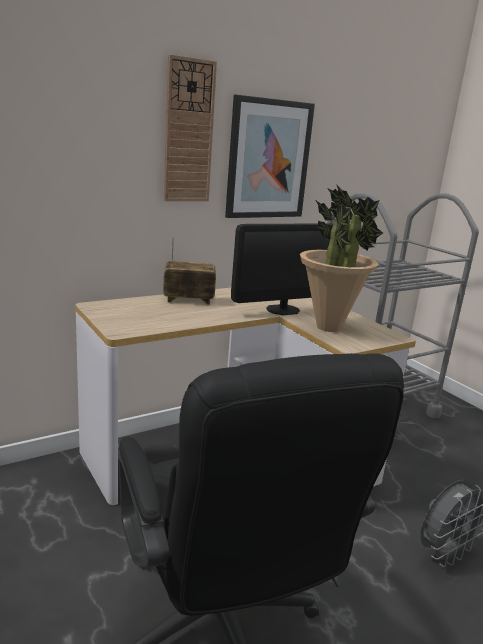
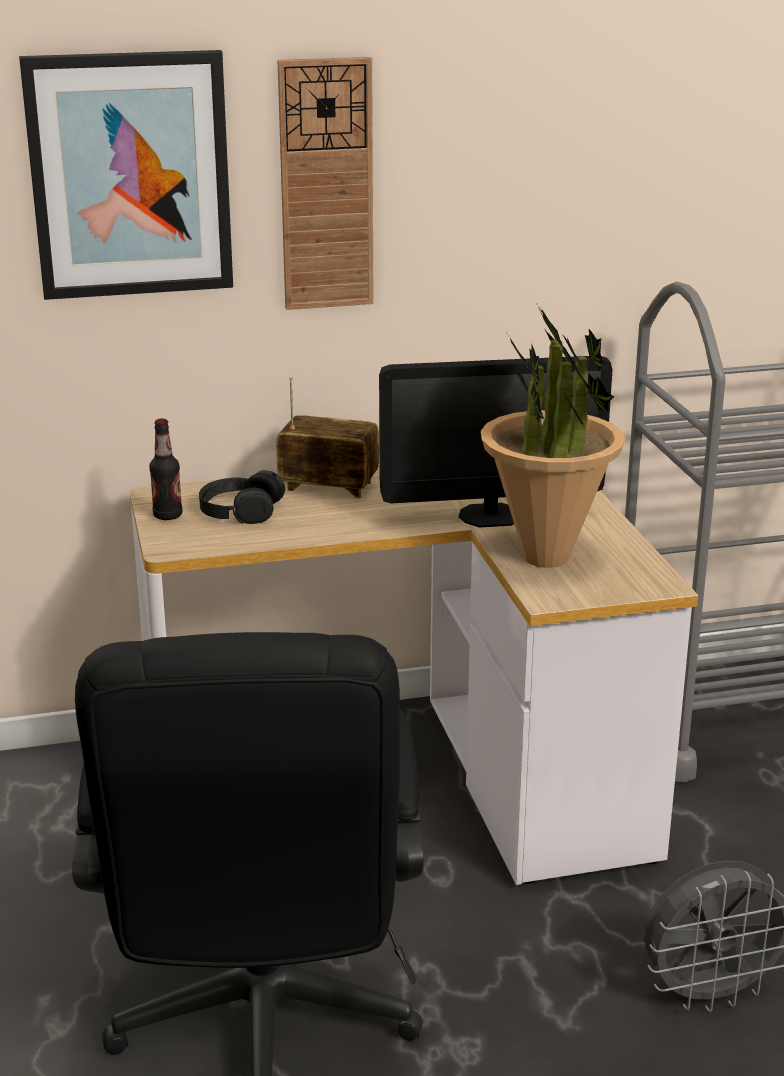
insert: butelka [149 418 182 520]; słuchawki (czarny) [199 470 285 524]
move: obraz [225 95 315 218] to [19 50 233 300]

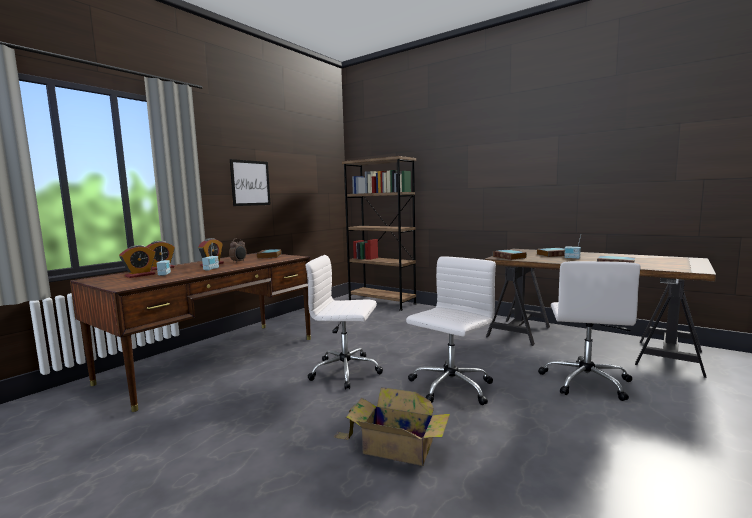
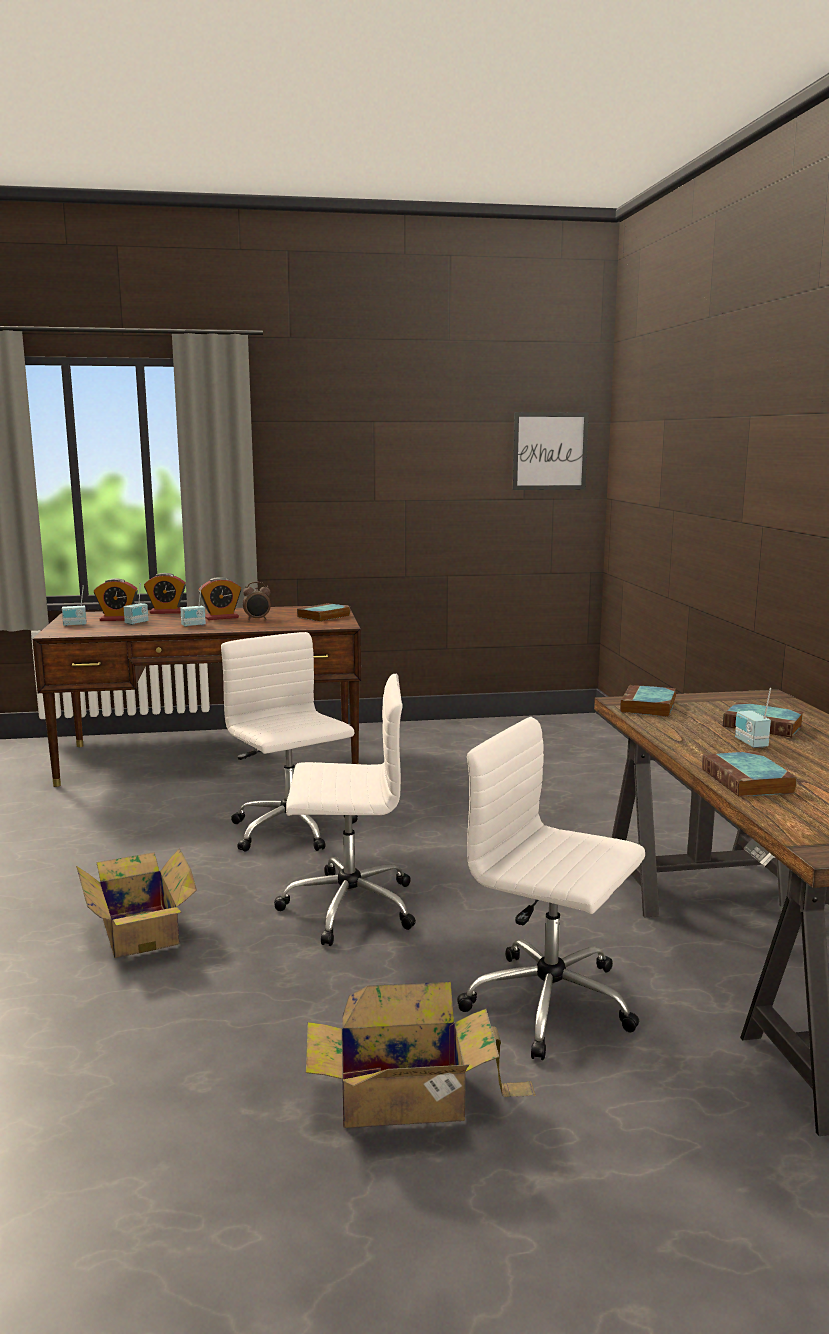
delete: regał (brązowy) [342 156 417 311]
insert: radio [62 585 87 626]; karton [306 982 536 1128]
move: obraz [230 159 271 206] to [512 412 589 490]
rotate: krzesło biurowe (biały) [538 261 641 401] = [457 717 645 1060] 60 degrees clockwise

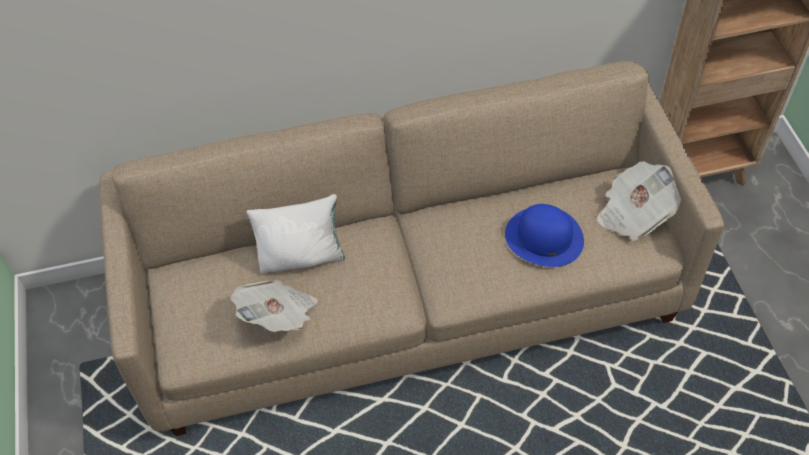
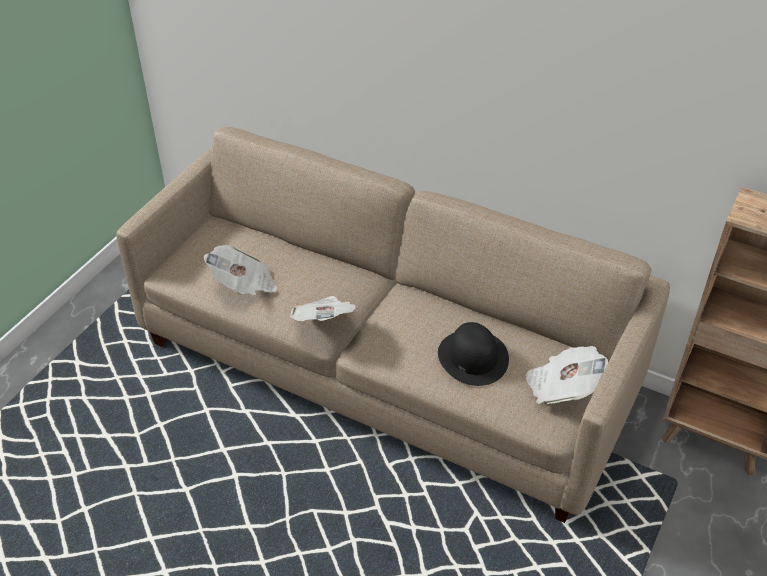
delete: poduszka (biały) [246 194 345 274]
insert: gazeta [290 296 357 321]
recolor: kapelusz (niebieski) [505 204 584 267] to kapelusz (czarny) [438 322 509 386]

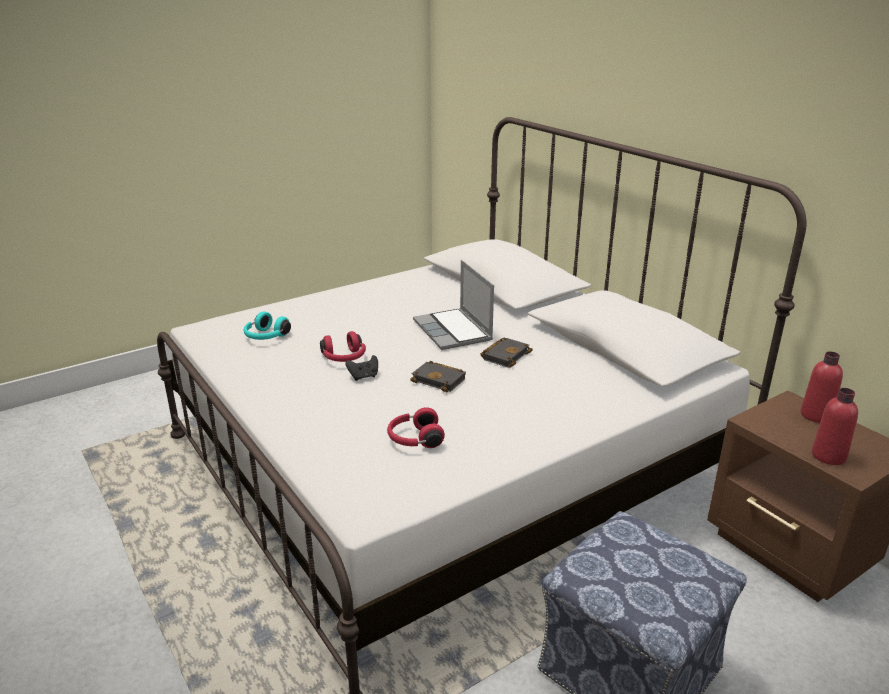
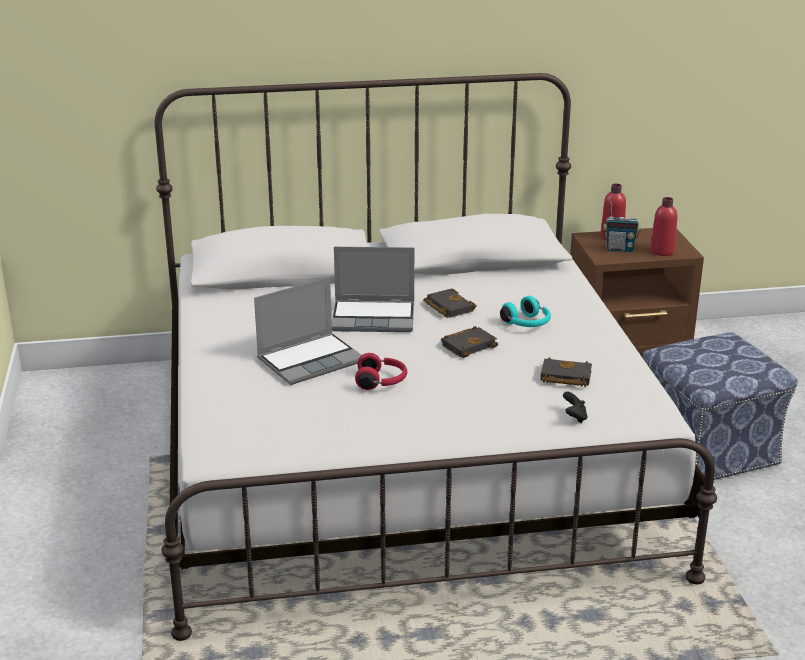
insert: laptop [254 277 362 385]; radio [603 201 641 252]
move: słuchawki (turkusowy) [244 311 291 340] to [500 296 551 327]; pad do gier (czarny) [345 355 378 381] to [563 392 587 423]
replace: słuchawki (czerwony) [387 407 445 448] to książka (czarny) [540 357 592 387]

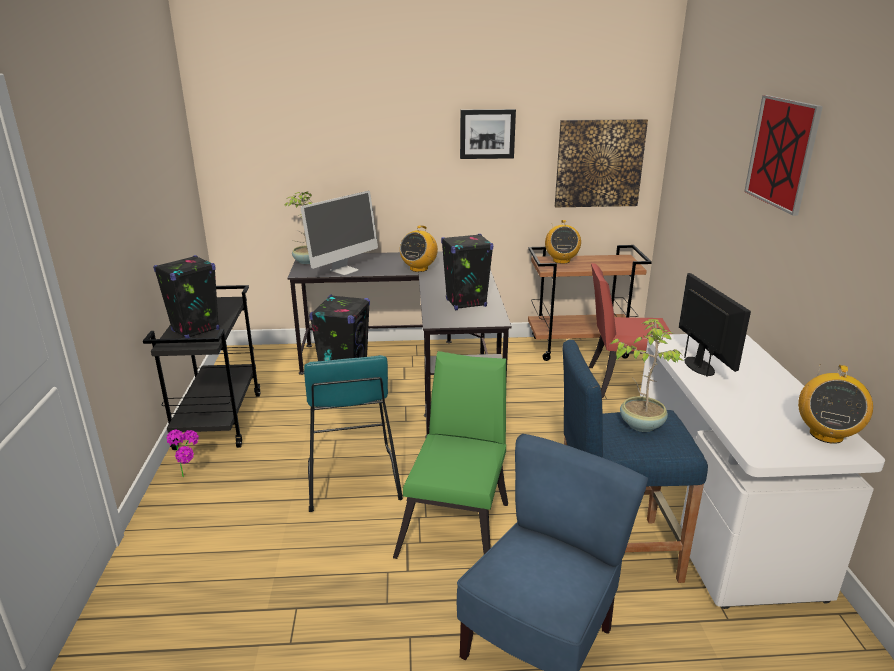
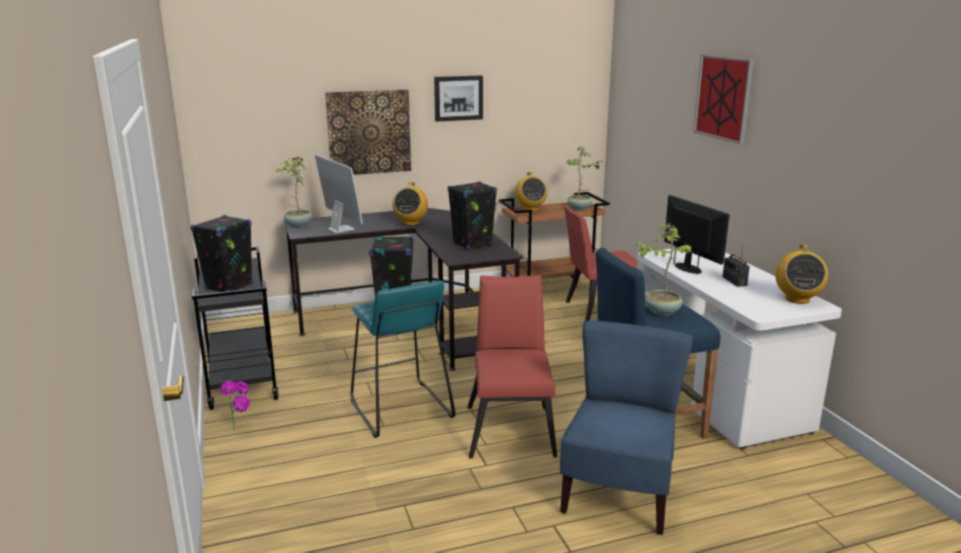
insert: roślina doniczkowa [566 146 603 210]; radio [723 244 750 287]
move: obraz [555 119 648 207] to [325 90 411 175]
recolor: krzesło (zielony) [393 351 508 559] to krzesło (czerwony) [468 275 557 458]
rotate: monitor [300 191 378 275] = [315 155 363 233] 60 degrees counterclockwise

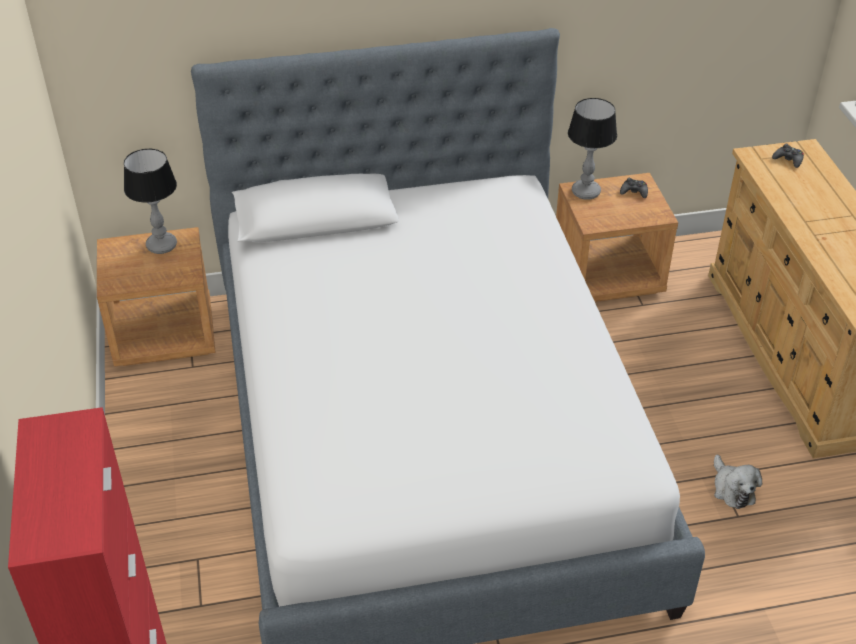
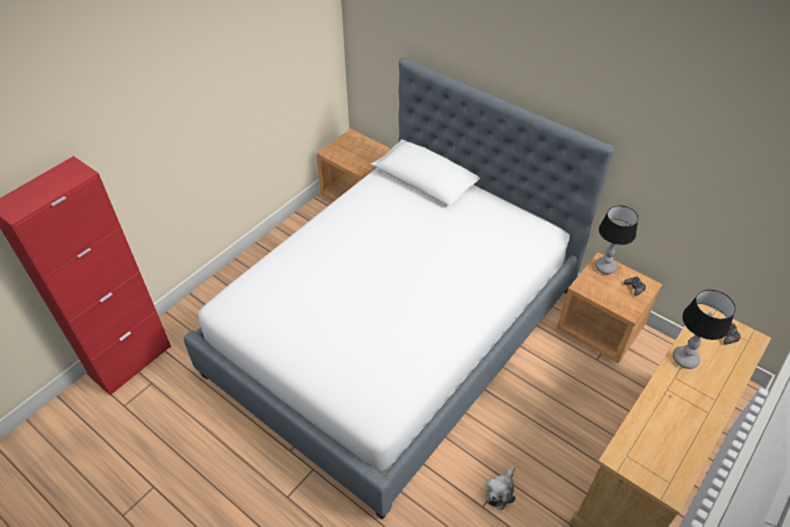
move: lampa stołowa [124 149 177 254] to [673 290 736 369]

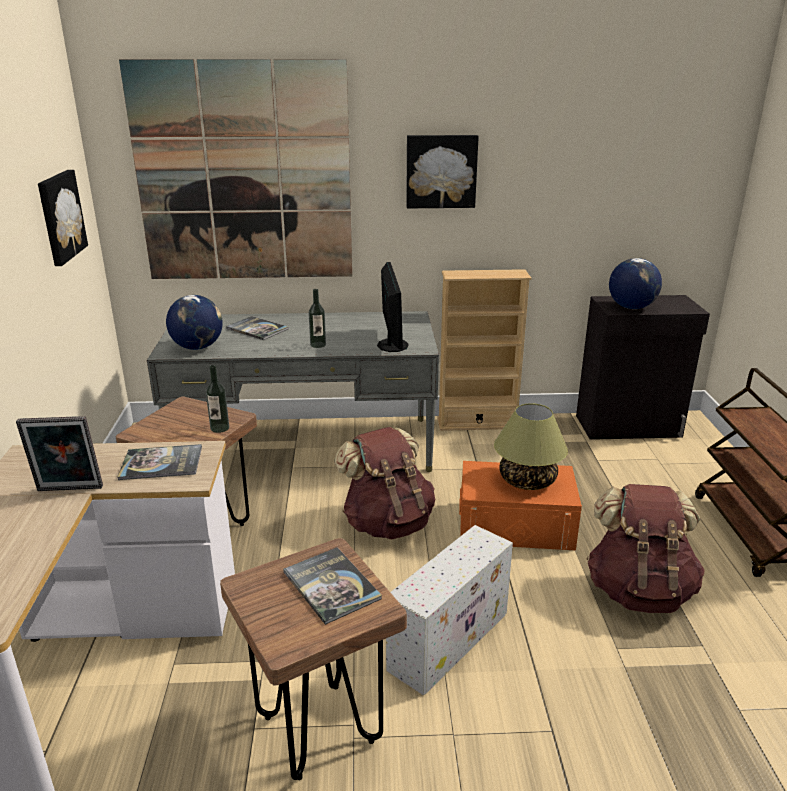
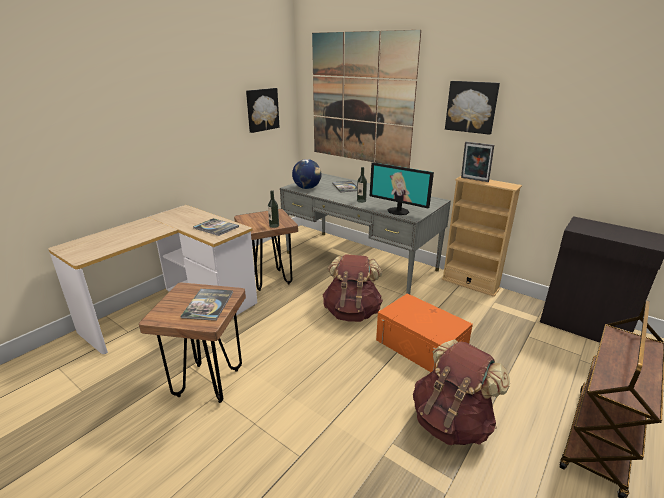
delete: pojemnik do przechowywania (biały) [386 525 513 696]; lampa stołowa [494 403 568 490]; globus [609 258 662 309]
move: ramka na zdjęcie [16 416 103 491] to [461 142 494 182]
rotate: monitor [377 262 409 352] = [370 162 434 215] 90 degrees clockwise

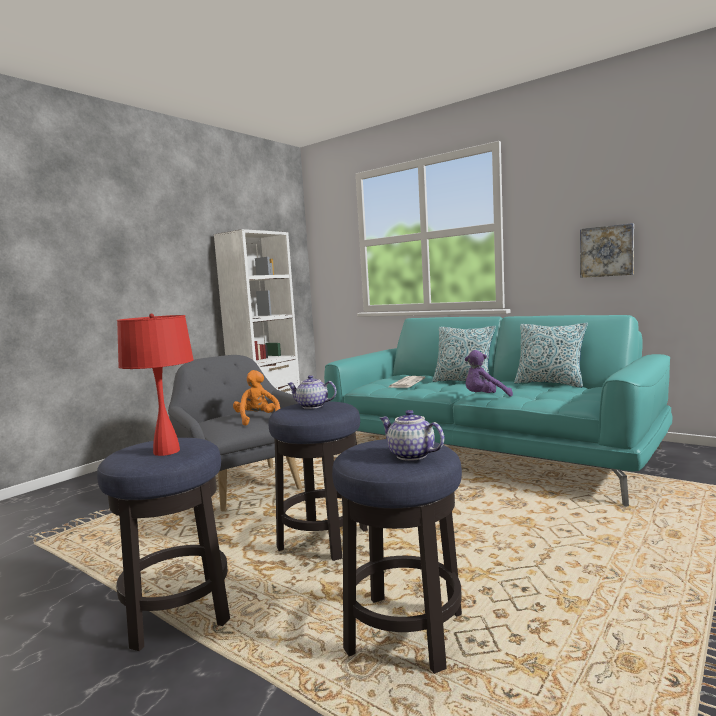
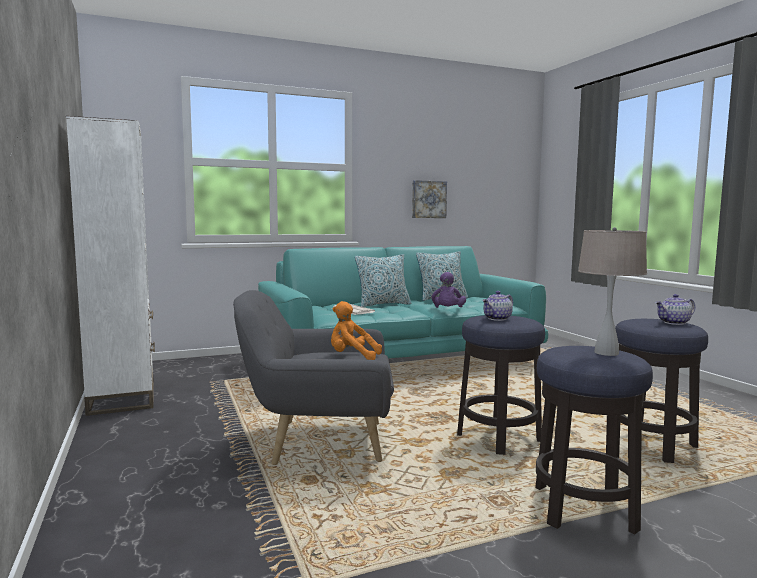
recolor: lampa stołowa (czerwony) [117 314 194 456] to lampa stołowa (beżowy) [578 227 647 356]

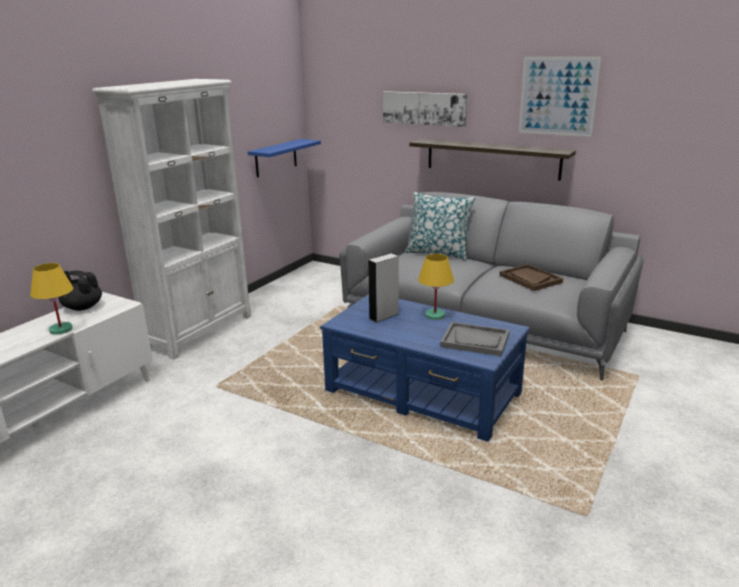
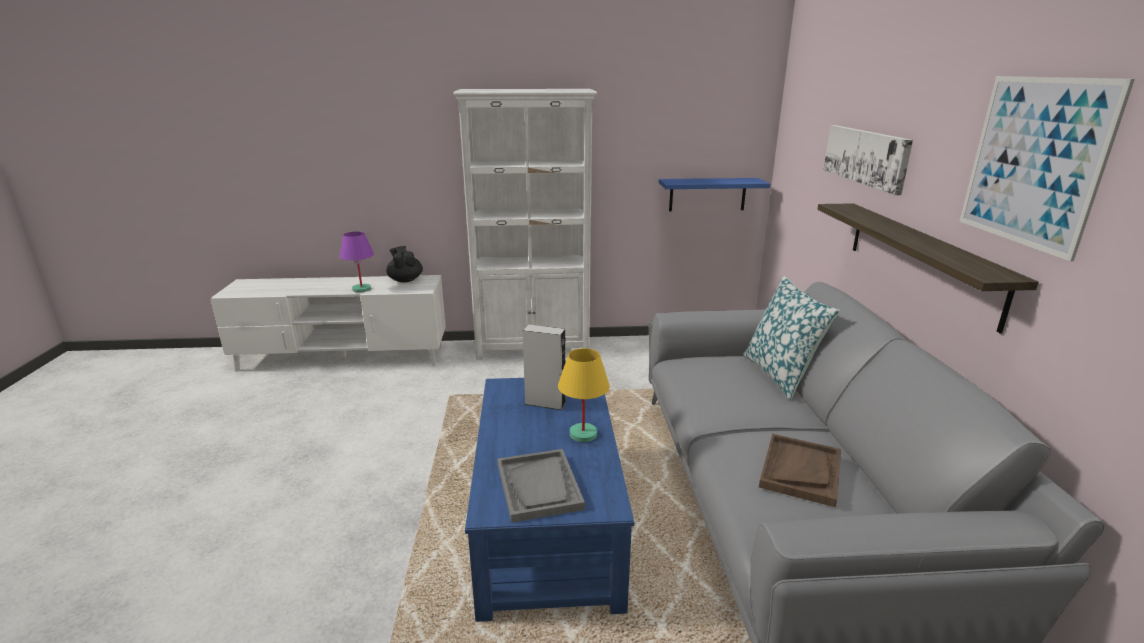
recolor: lampa stołowa (żółty) [30 263 73 335] to lampa stołowa (fioletowy) [340 232 374 292]

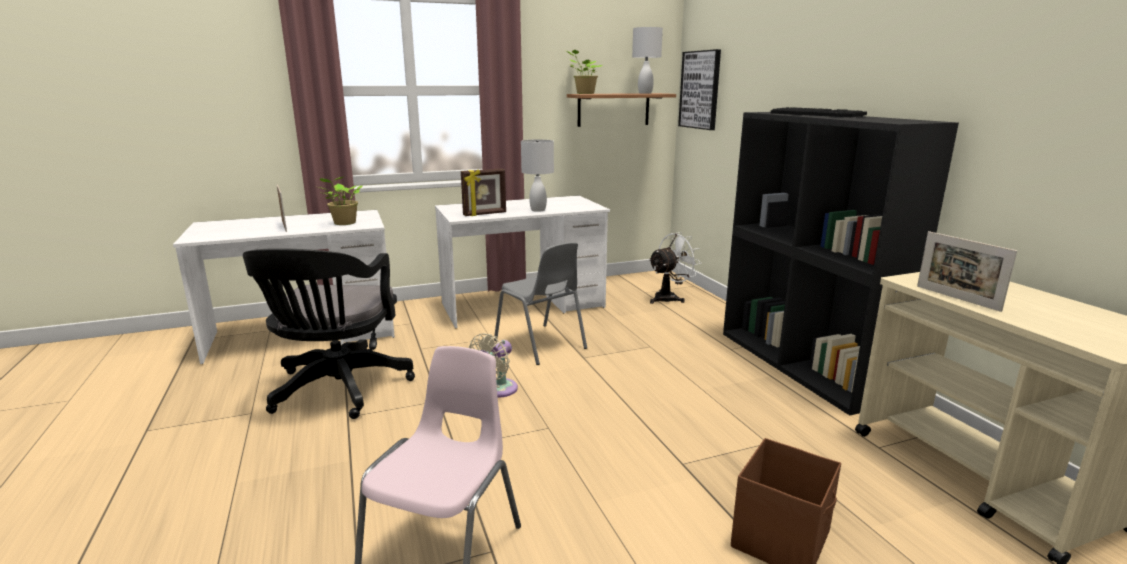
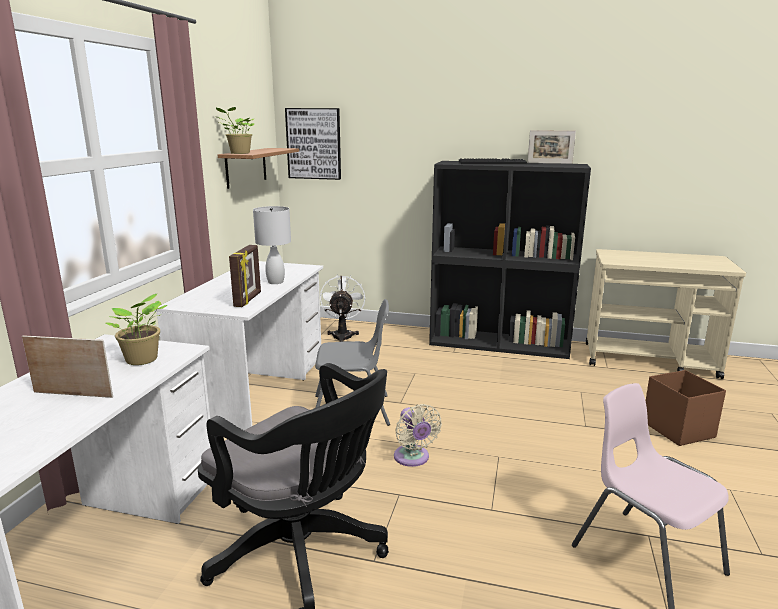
delete: lampa stołowa (biały) [632 27 663 94]
move: ramka na zdjęcie [917 231 1017 312] to [528 130 576 164]

